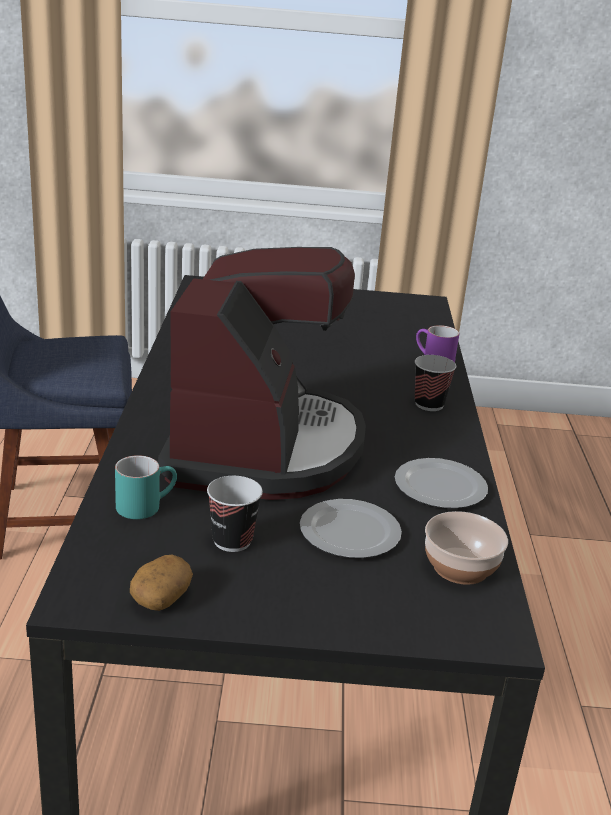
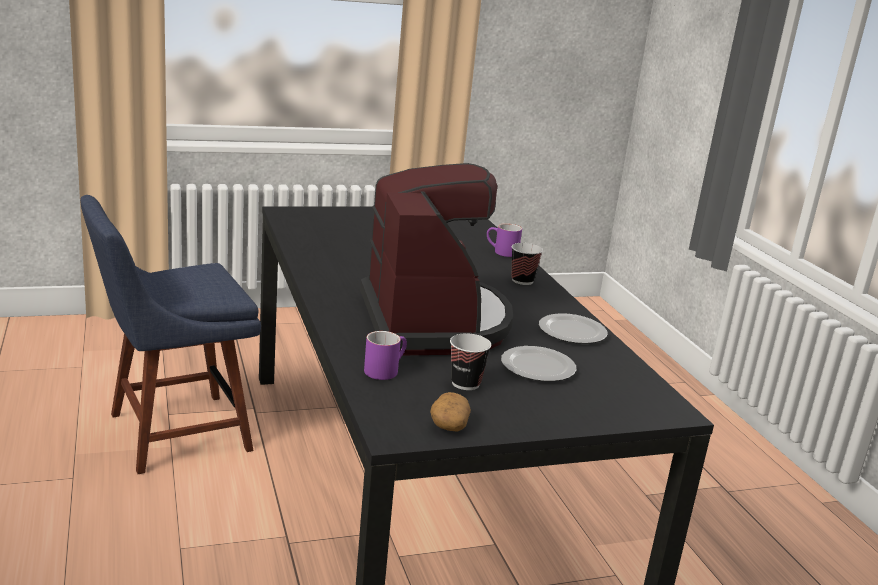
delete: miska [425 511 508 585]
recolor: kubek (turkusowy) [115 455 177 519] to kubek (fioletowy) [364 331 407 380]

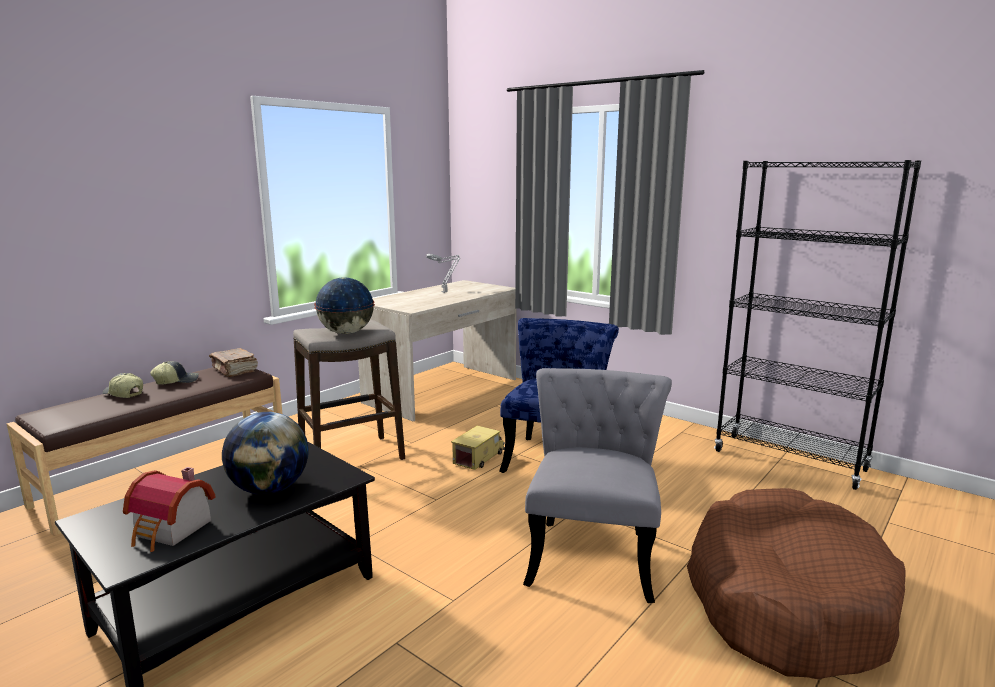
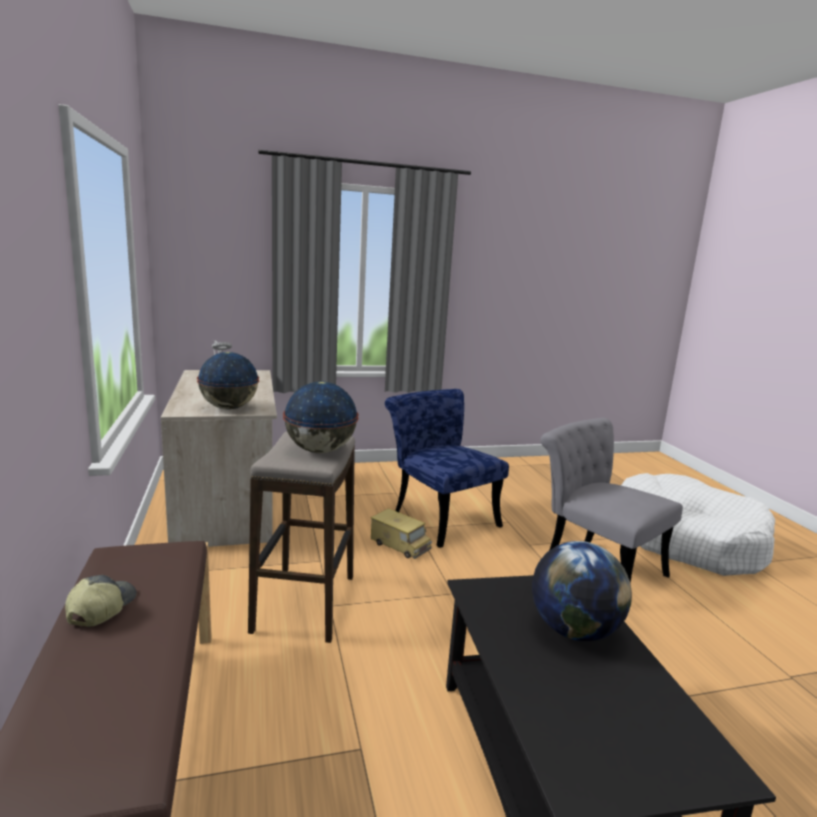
delete: czapka z daszkiem [102 373 143 398]; domek [123 467 216 552]; książka (brązowy) [209 348 258 377]; regał (czarny) [714 160 921 490]
insert: globus [197 352 259 409]
recolor: legowisko (brązowy) [687 488 906 679] to legowisko (biały) [621 473 775 576]
rotate: ciężarówka zabawkowa [451 425 505 470] = [370 508 432 559] 150 degrees clockwise

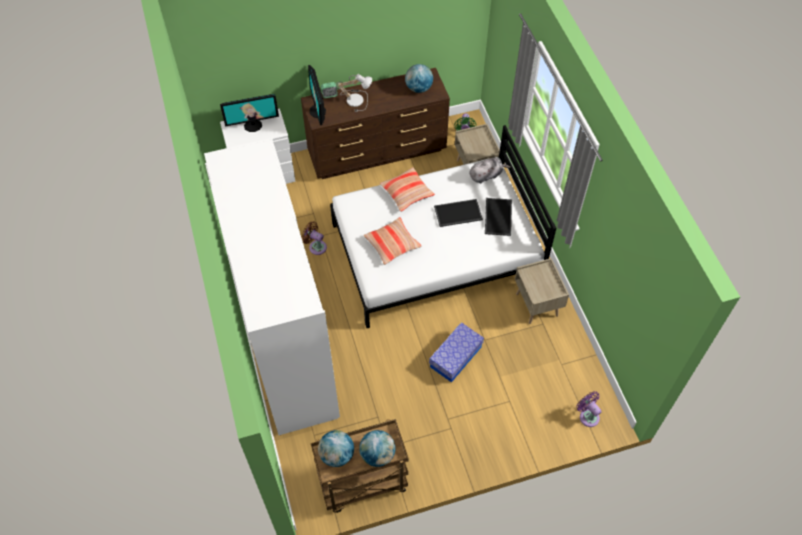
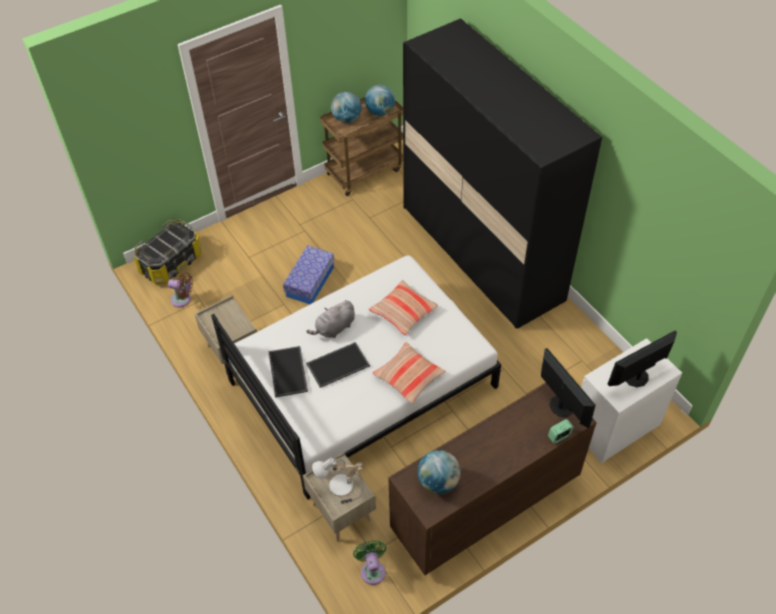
move: wentylator (brązowy) [302 221 327 255] to [168 273 193 307]; lampa stołowa [336 74 372 112] to [312 458 364 504]; pluszak (szary) [470 158 510 184] to [306 300 355 338]
replace: wentylator (fioletowy) [576 391 602 427] to pojemnik do przechowywania [133 219 202 285]
recolor: szafa (biały) [204 138 340 435] to szafa (czarny) [403 18 602 329]

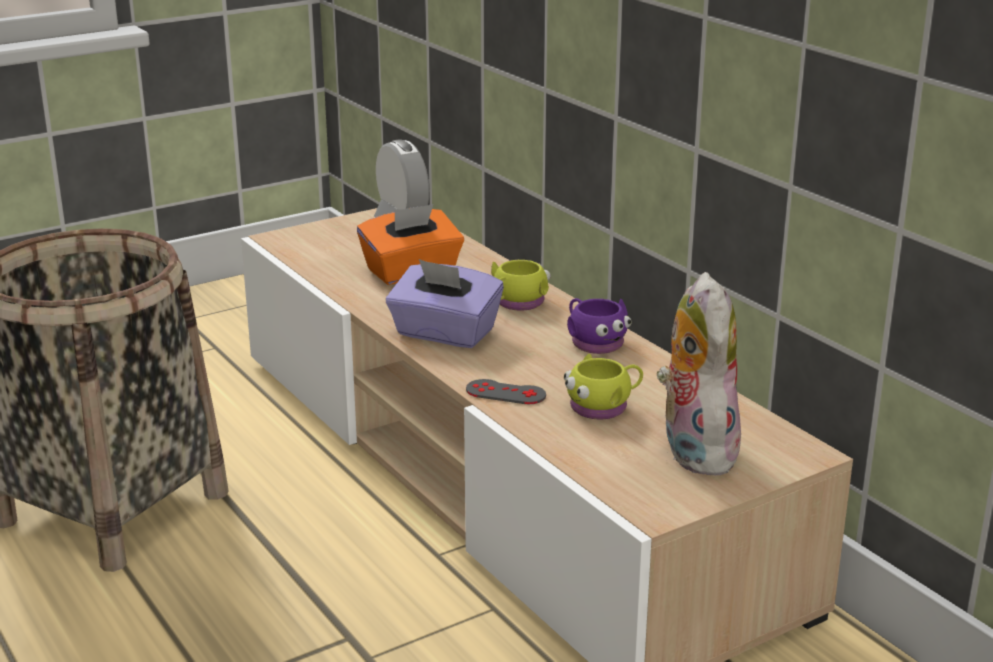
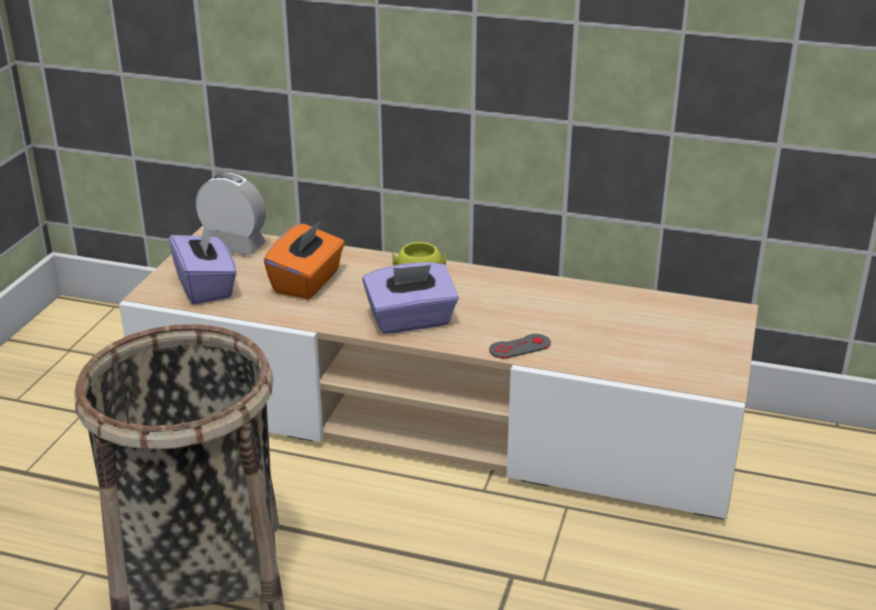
delete: kubek (żółty) [564 354 643 420]; kubek (fioletowy) [567 298 631 354]; pluszak [657 272 744 476]
insert: pudełko chusteczek (fioletowy) [169 222 237 305]

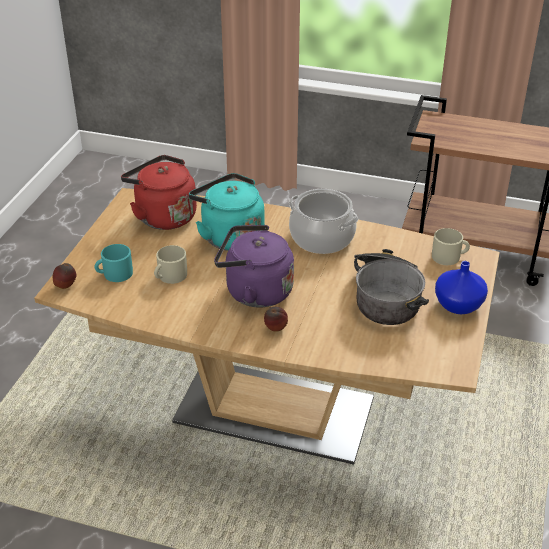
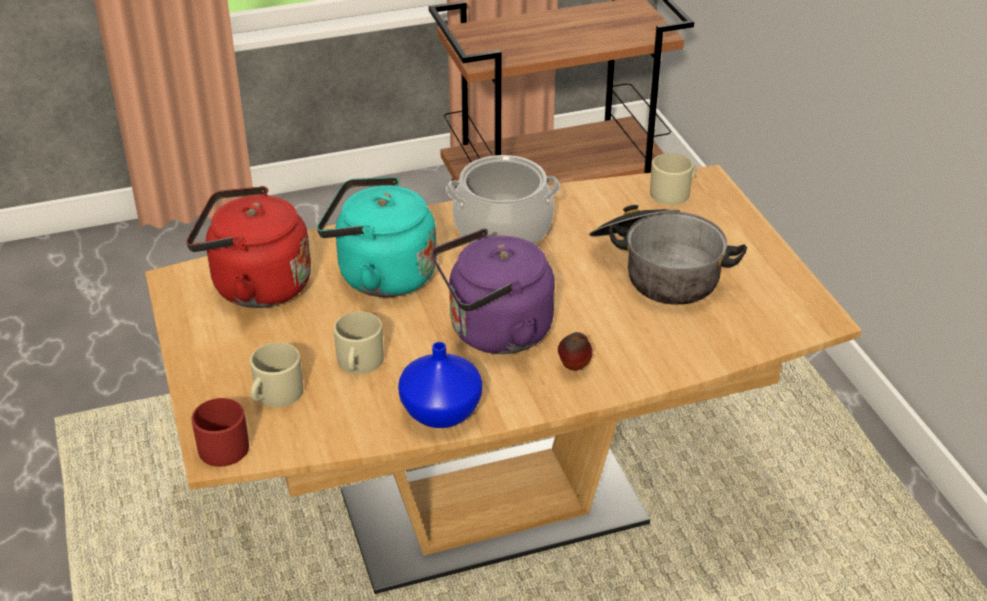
move: wazon (niebieski) [435 261 488 314] to [398 342 482 428]
replace: jabłko [53 263 76 289] to kubek (czerwony) [192 398 249 467]
recolor: kubek (turkusowy) [94 244 133 282] to kubek (beżowy) [250 343 303 407]

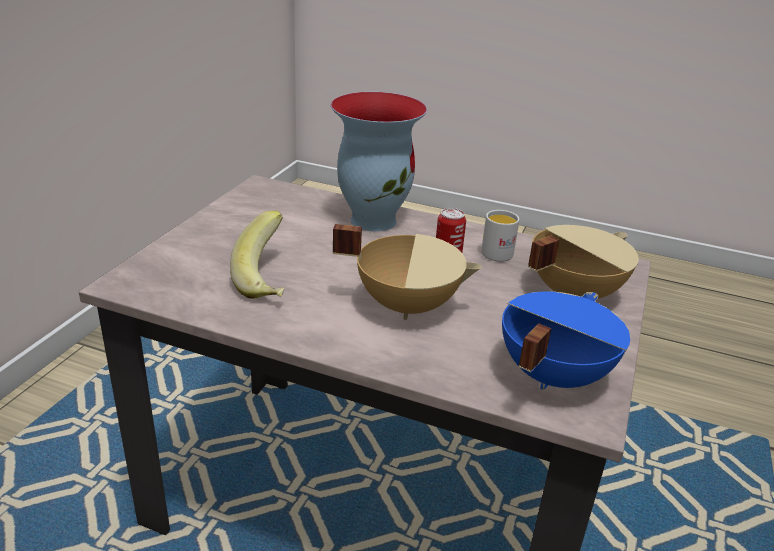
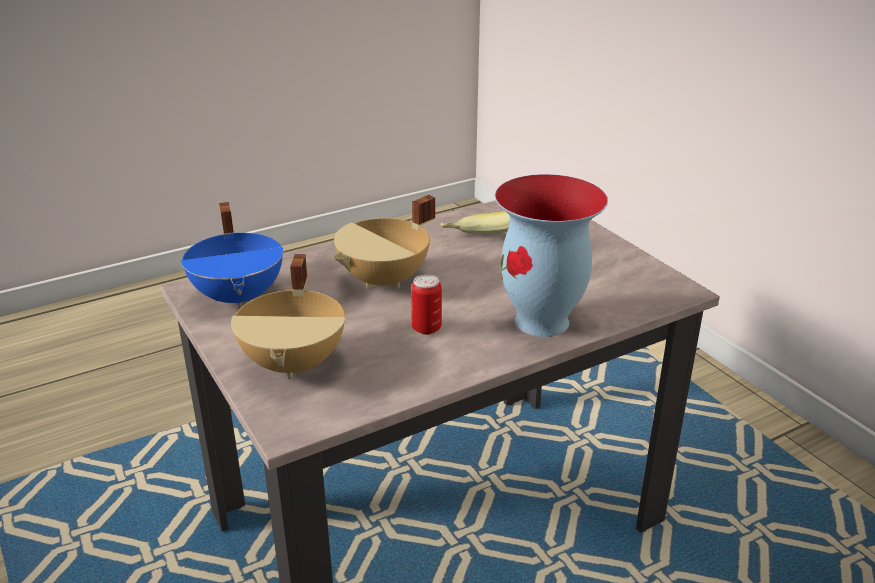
delete: kubek (biały) [481 210 519 262]

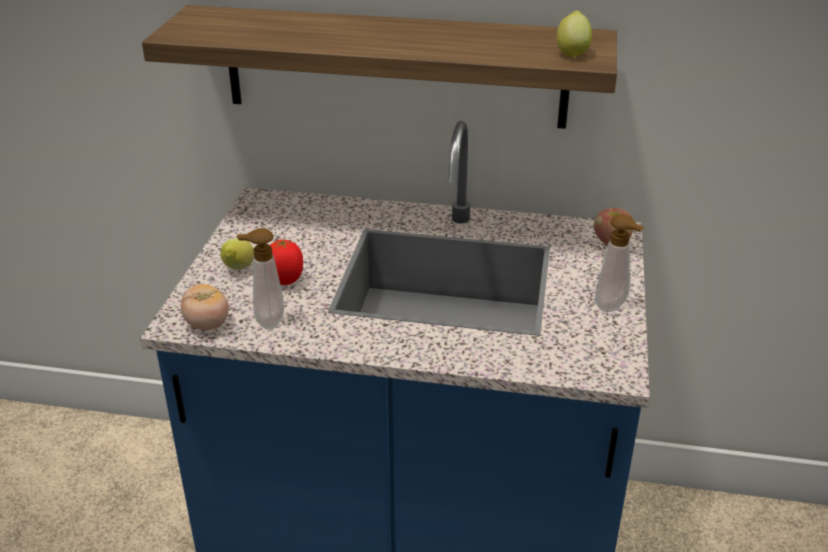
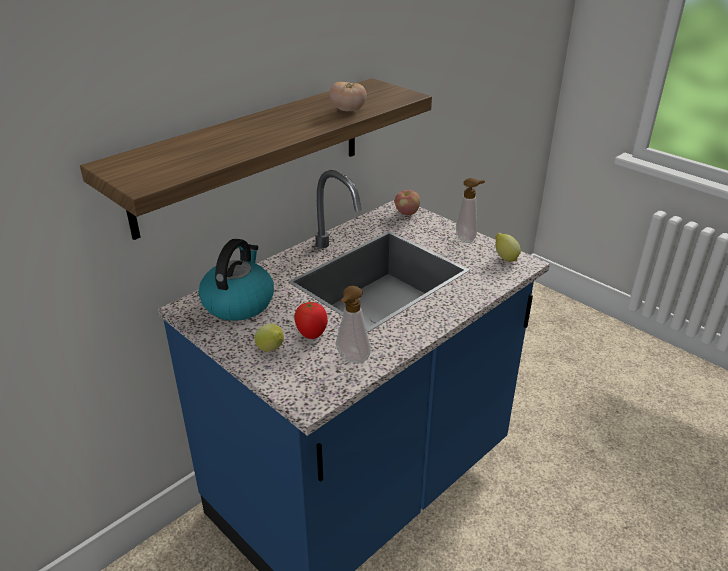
insert: czajnik [199 239 274 321]
move: pomidor [181 284 229 330] to [330 82 367 111]; cytryna [557 11 592 58] to [495 233 521 262]

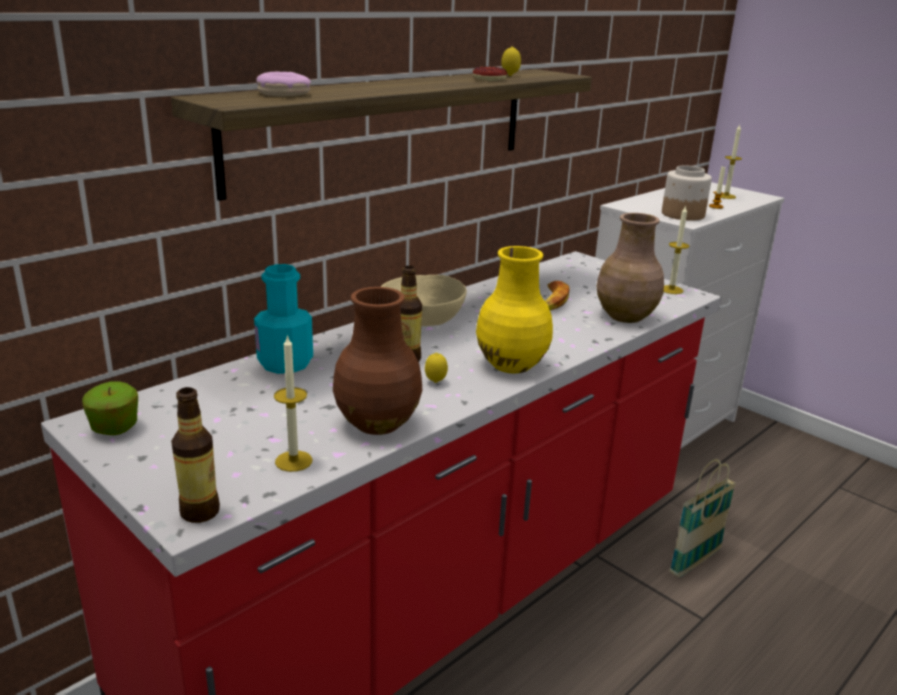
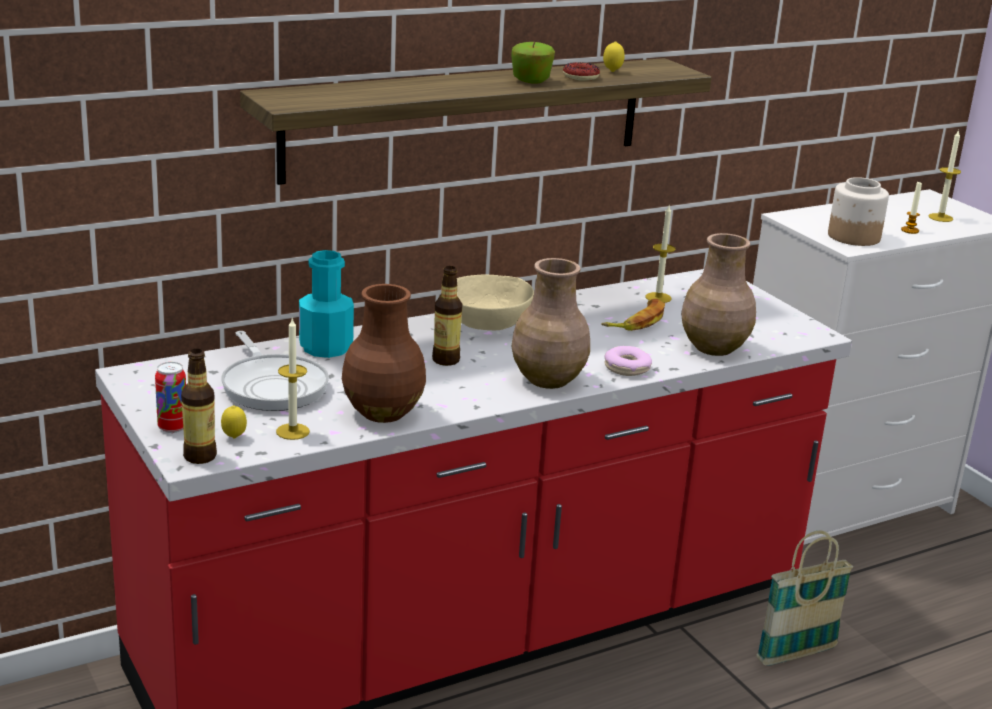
insert: puszka [155 362 186 433]; patelnia [221 331 329 411]
move: jabłko [82 381 138 435] to [511 42 555 84]; donut [256 71 311 97] to [604 346 652 376]; cytryna [425 353 448 383] to [221 406 247 438]; świeca [664 205 689 294] to [645 206 675 303]
recolor: wazon (żółty) [476 246 553 373] to wazon (brązowy) [512 258 590 389]

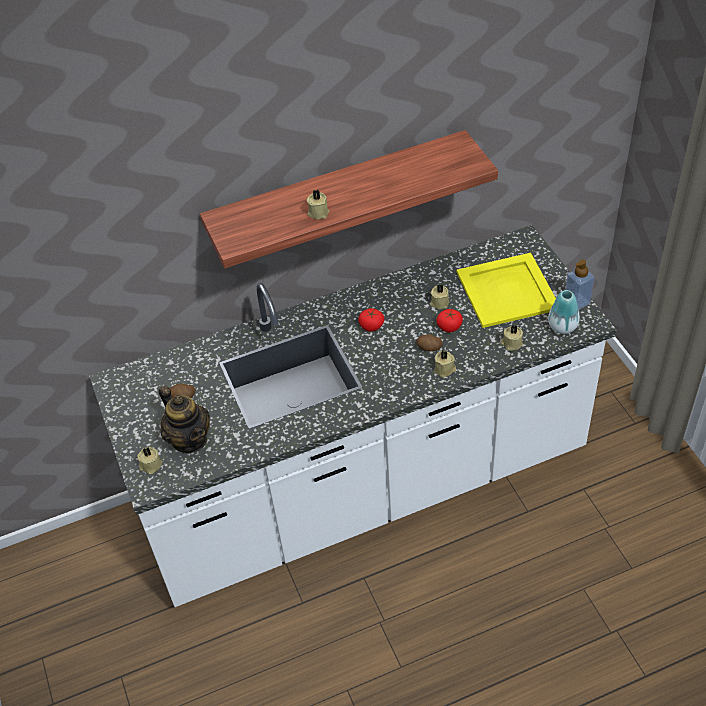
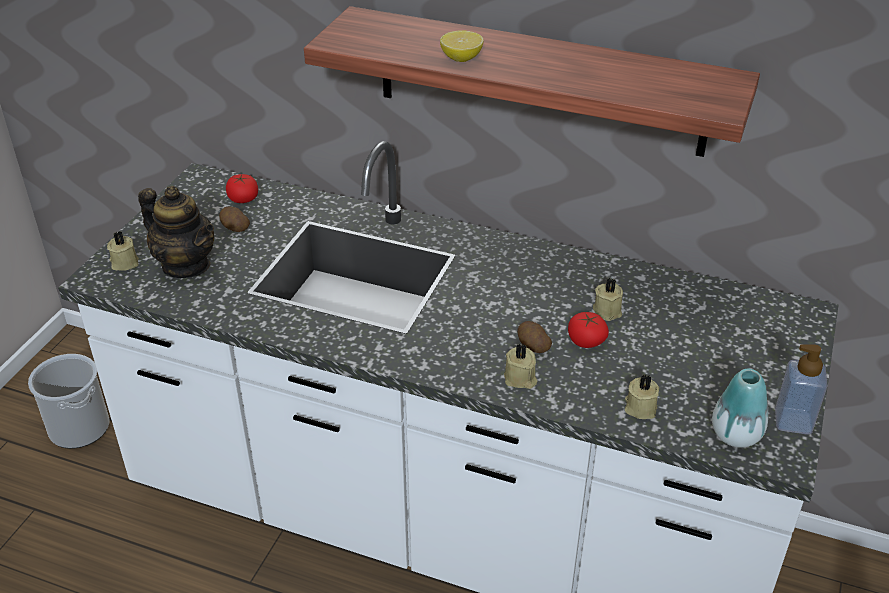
delete: taca (żółty) [457 253 556 328]
insert: wiadro [28 354 109 449]
move: pomidor [358 308 385 332] to [226 174 258 203]
replace: świeca (beżowy) [307 190 329 219] to cytryna [440 30 484 62]
rotate: imbryk [159 385 210 453] = [138 186 214 278] 60 degrees counterclockwise

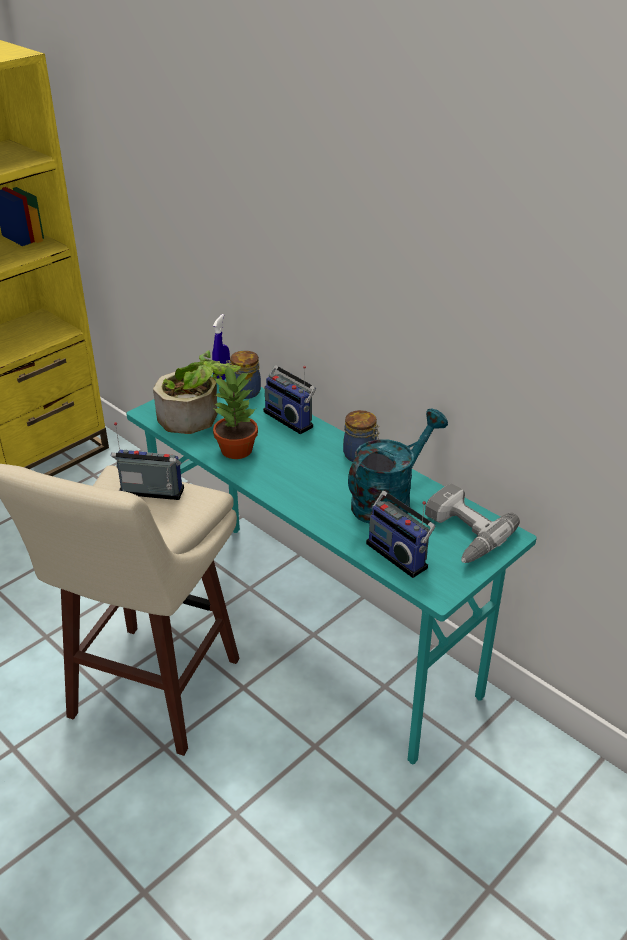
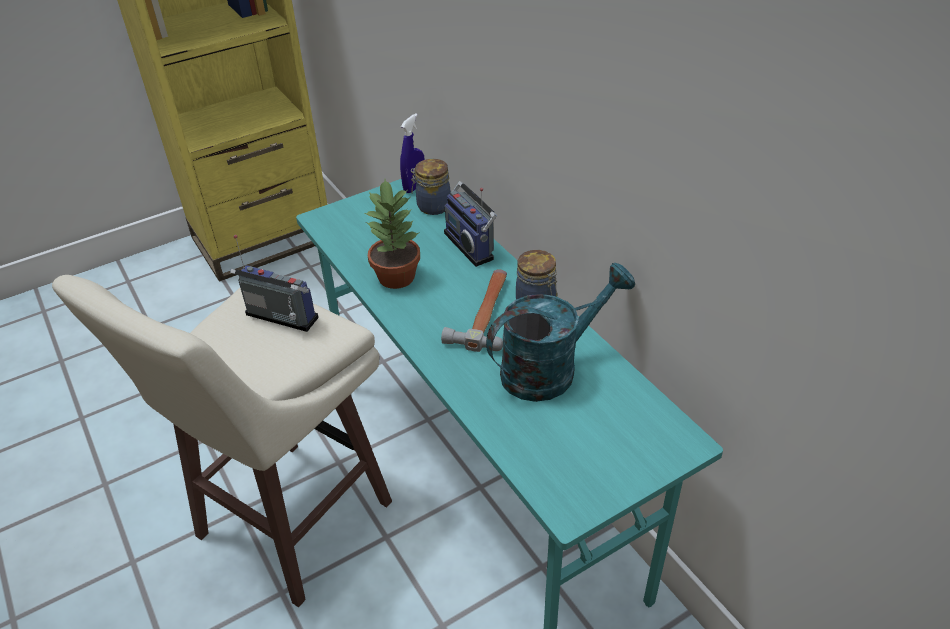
delete: roślina doniczkowa [153 350 241 434]; radio [366 491 436 578]; wiertarka [425 483 520 563]
insert: młotek [441 270 507 352]

